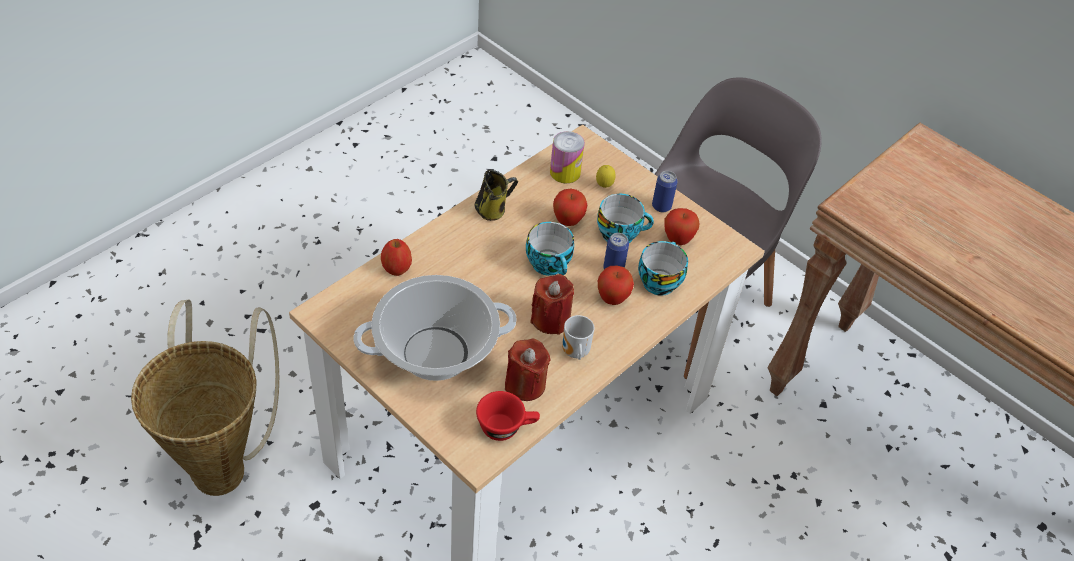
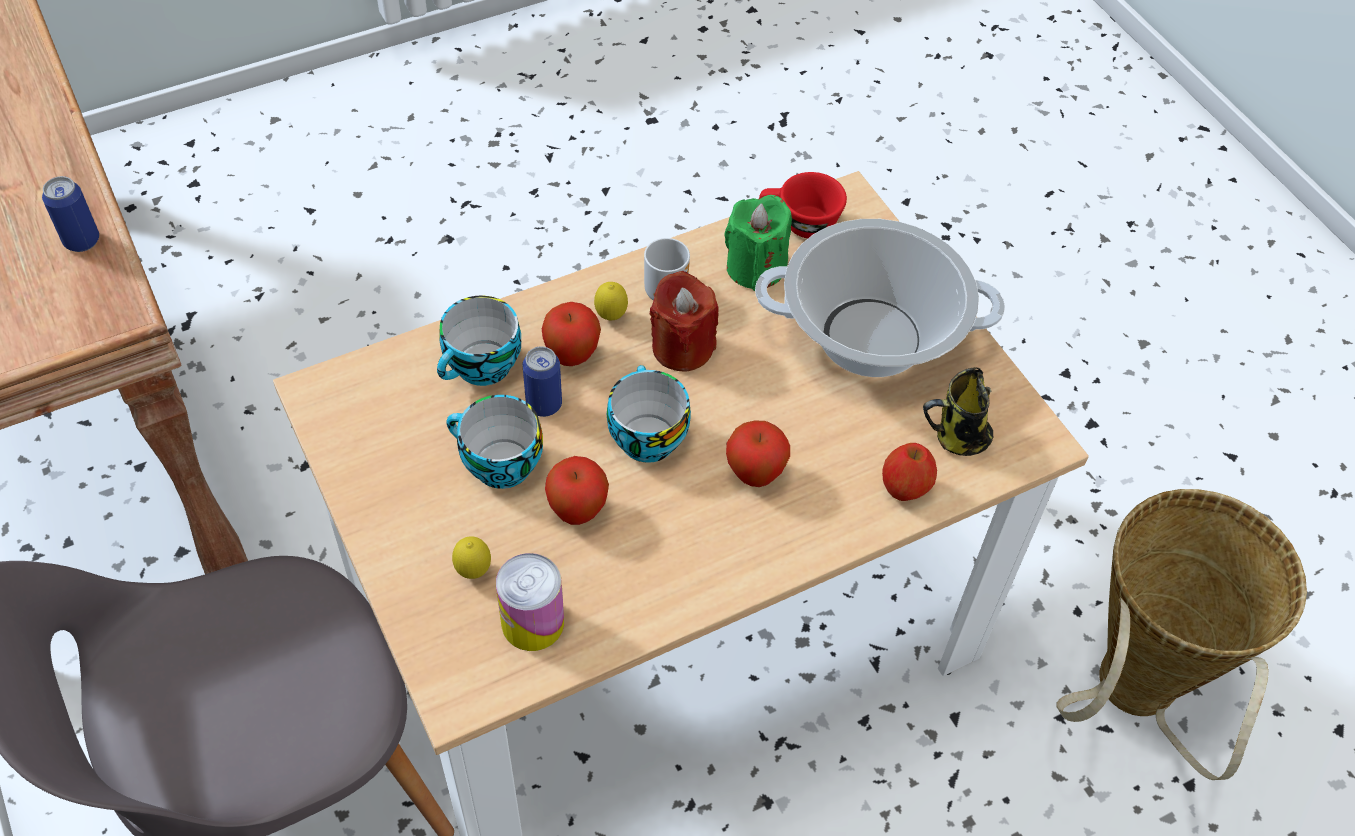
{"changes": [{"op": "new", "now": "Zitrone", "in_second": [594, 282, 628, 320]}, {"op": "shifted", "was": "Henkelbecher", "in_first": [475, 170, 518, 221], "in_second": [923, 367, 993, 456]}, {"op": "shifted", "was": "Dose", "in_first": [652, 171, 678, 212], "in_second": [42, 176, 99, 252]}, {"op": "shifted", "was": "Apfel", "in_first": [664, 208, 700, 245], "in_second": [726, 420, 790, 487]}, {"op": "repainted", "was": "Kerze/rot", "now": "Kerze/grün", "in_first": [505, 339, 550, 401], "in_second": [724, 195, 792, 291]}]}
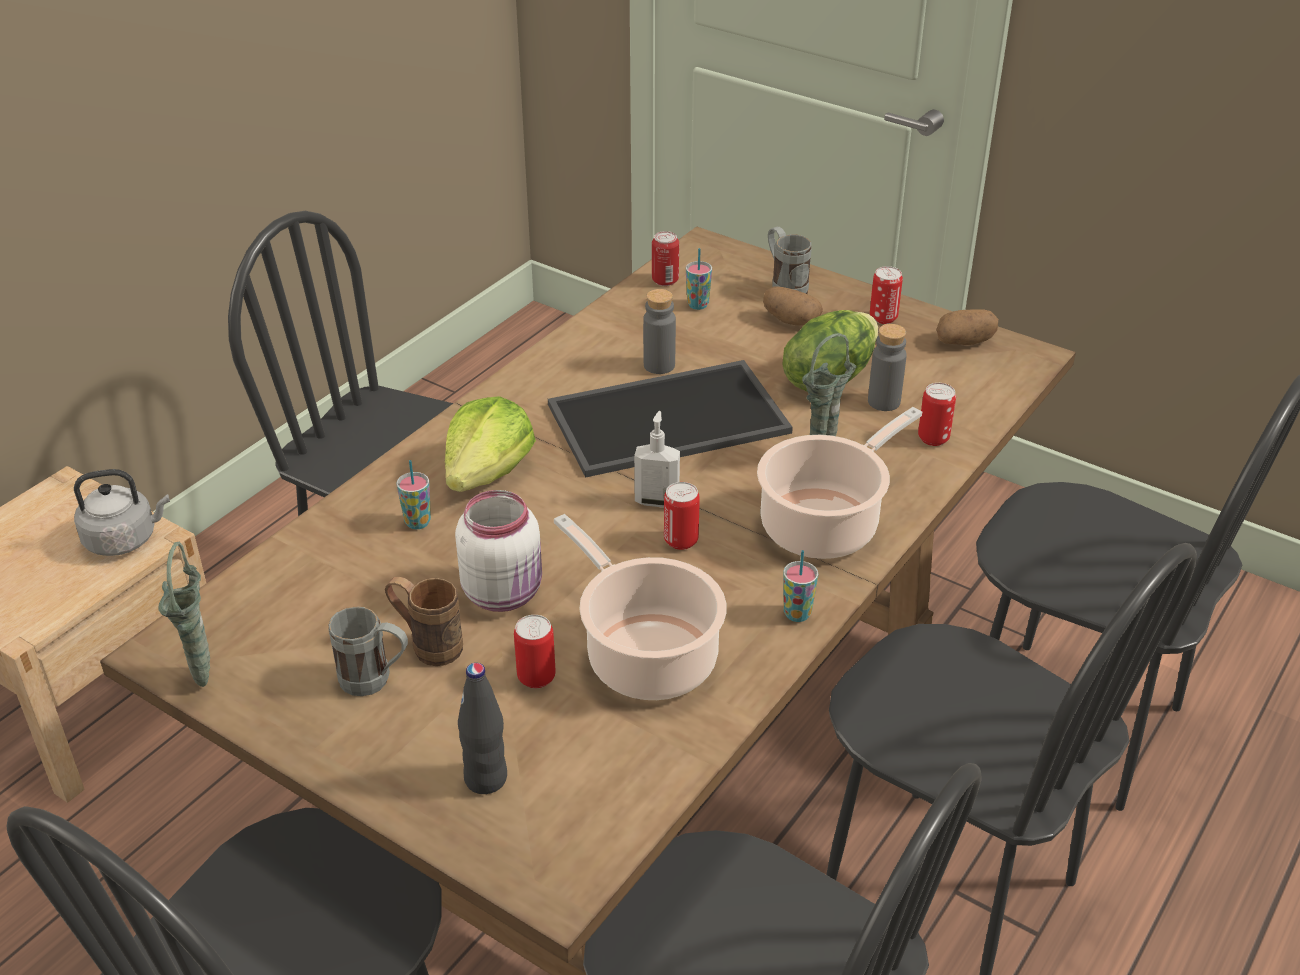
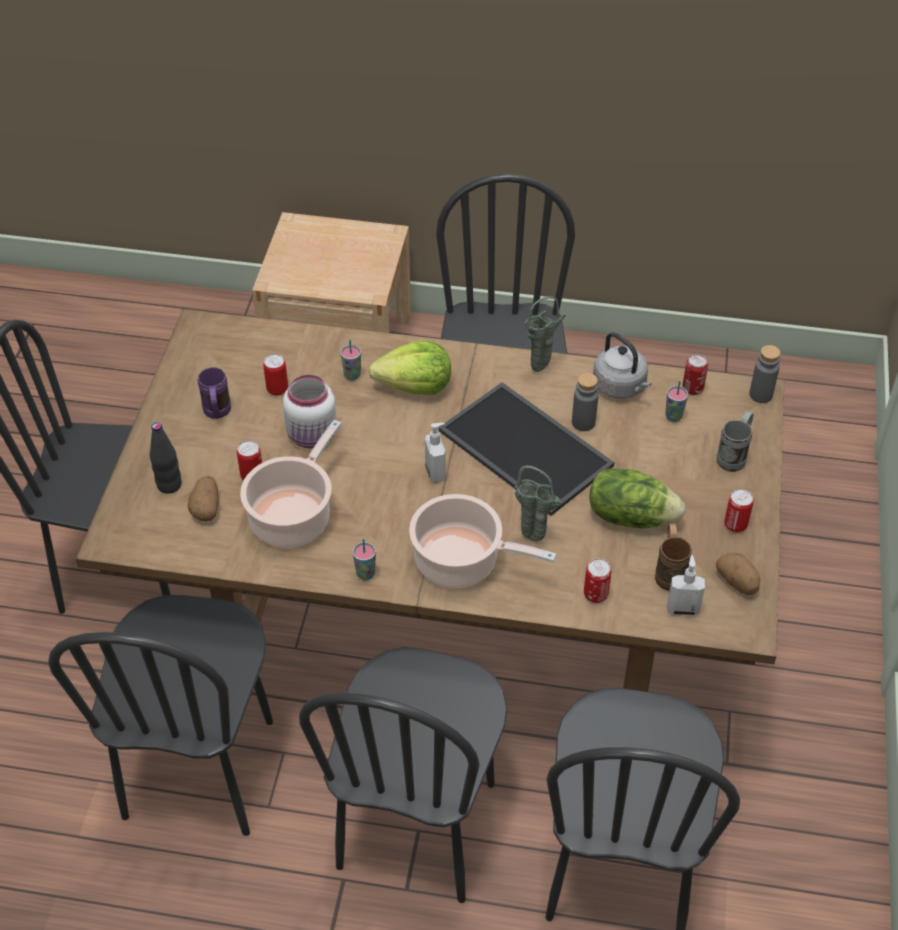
{"changes": [{"op": "new", "now": "Seifenspender", "in_second": [667, 555, 705, 616]}, {"op": "shifted", "was": "Wasserkessel/grau", "in_first": [74, 469, 170, 556], "in_second": [593, 332, 652, 399]}, {"op": "shifted", "was": "Vase/grün", "in_first": [158, 542, 210, 687], "in_second": [525, 296, 566, 372]}, {"op": "shifted", "was": "Henkelbecher/braun", "in_first": [385, 577, 463, 666], "in_second": [655, 524, 692, 591]}, {"op": "shifted", "was": "Dose", "in_first": [664, 482, 700, 550], "in_second": [263, 354, 288, 396]}, {"op": "shifted", "was": "Kartoffel", "in_first": [763, 286, 823, 326], "in_second": [188, 476, 219, 522]}, {"op": "shifted", "was": "Flasche/grau", "in_first": [868, 324, 907, 411], "in_second": [749, 345, 780, 403]}, {"op": "repainted", "was": "Henkelbecher/grau", "now": "Henkelbecher/lila", "in_first": [328, 607, 408, 696], "in_second": [198, 367, 231, 419]}]}
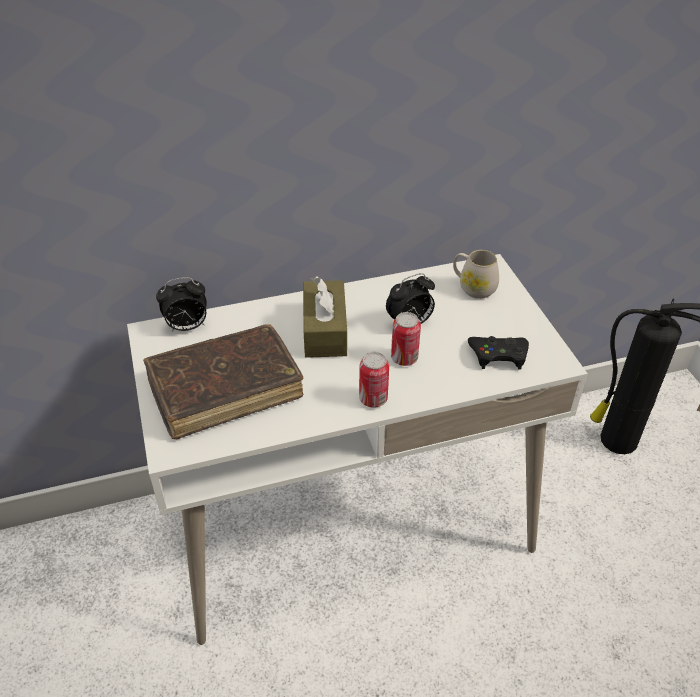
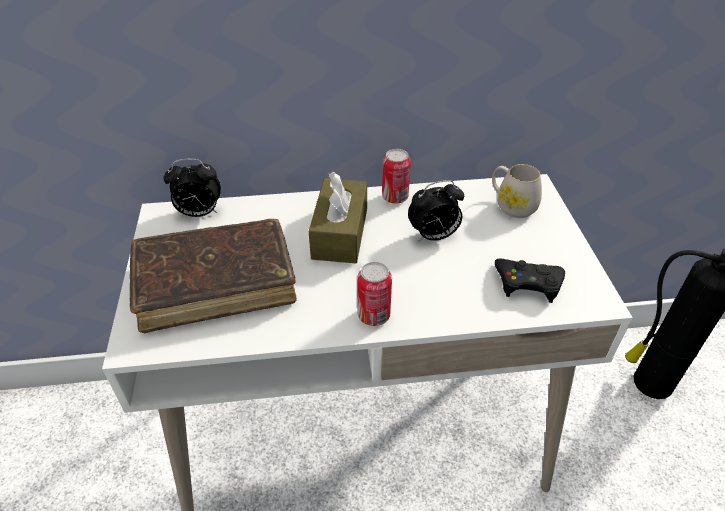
{"changes": [{"op": "shifted", "was": "Dose", "in_first": [391, 312, 421, 366], "in_second": [382, 149, 411, 204]}]}
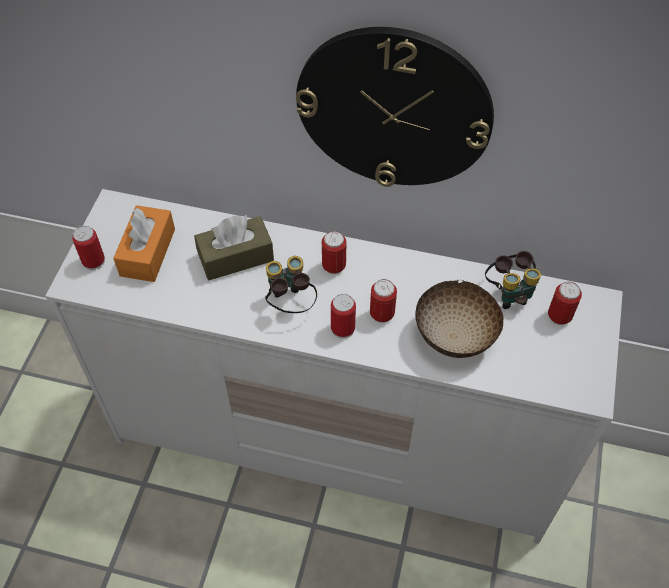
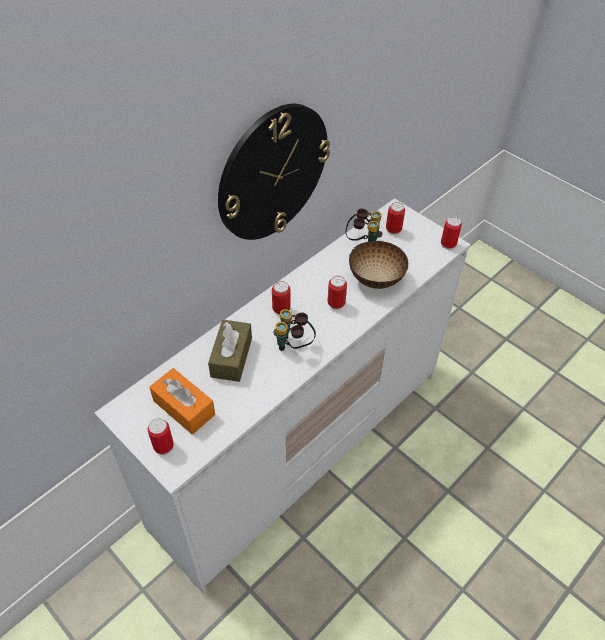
{"changes": [{"op": "shifted", "was": "Dose", "in_first": [331, 294, 356, 339], "in_second": [441, 216, 462, 250]}]}
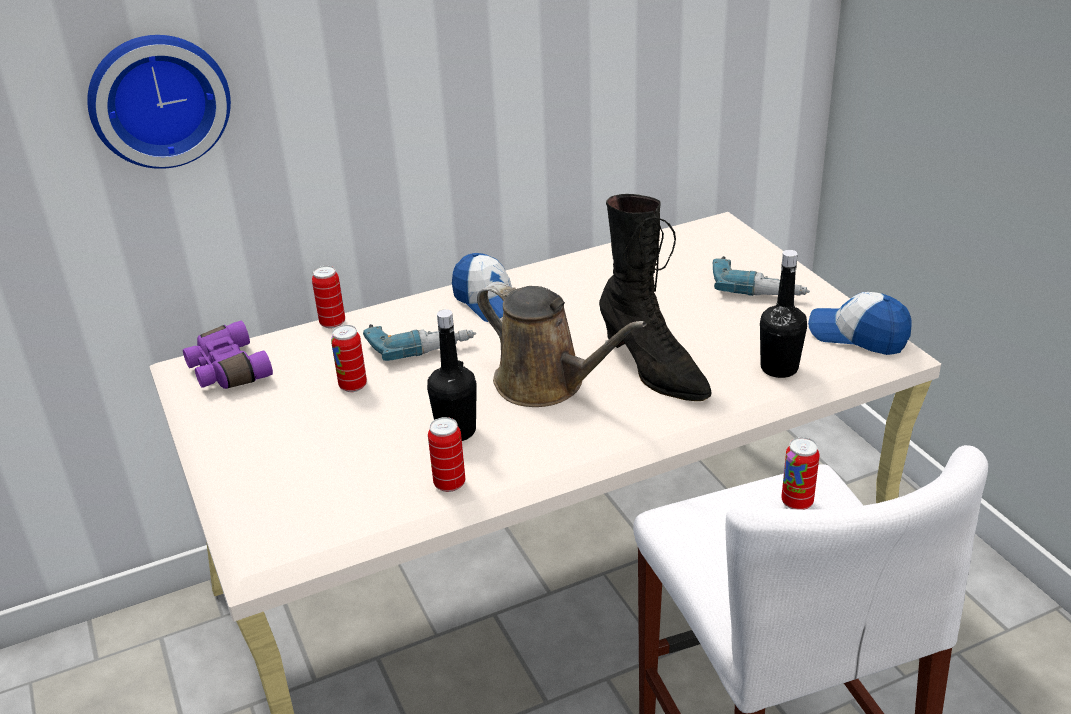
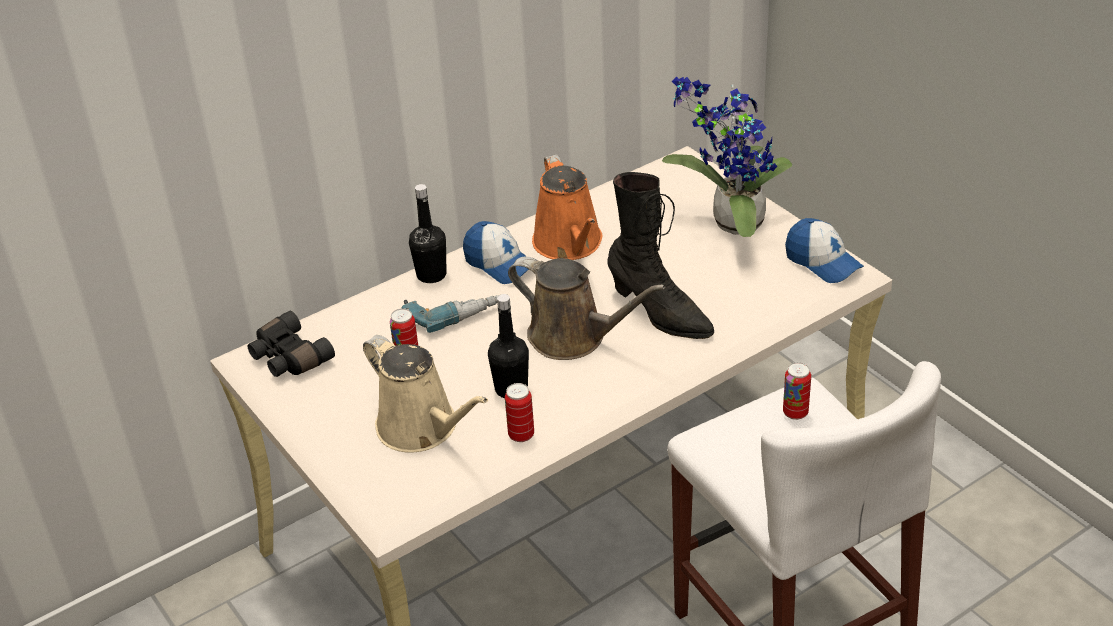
{"changes": [{"op": "gone", "was": "Wanduhr", "in_first": [87, 35, 231, 169]}, {"op": "gone", "was": "Dose", "in_first": [312, 266, 345, 328]}, {"op": "new", "now": "Gießkanne/beige", "in_second": [363, 335, 488, 453]}, {"op": "new", "now": "Gießkanne/orange", "in_second": [532, 154, 602, 260]}, {"op": "shifted", "was": "Flasche/schwarz", "in_first": [760, 250, 807, 378], "in_second": [409, 184, 446, 283]}, {"op": "swapped", "was": "Bohrmaschine", "now": "Topfpflanze", "in_first": [712, 256, 810, 296], "in_second": [662, 77, 792, 237]}, {"op": "repainted", "was": "Fernglas/lila", "now": "Fernglas/schwarz", "in_first": [183, 321, 273, 389], "in_second": [248, 311, 335, 377]}, {"op": "rotated", "was": "Kappe", "in_first": [808, 292, 912, 355], "in_second": [785, 218, 864, 283], "clockwise": -150}]}
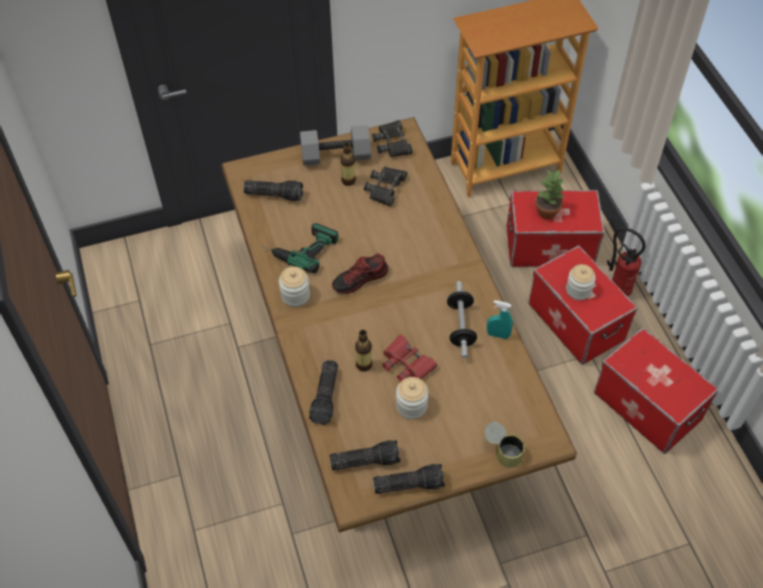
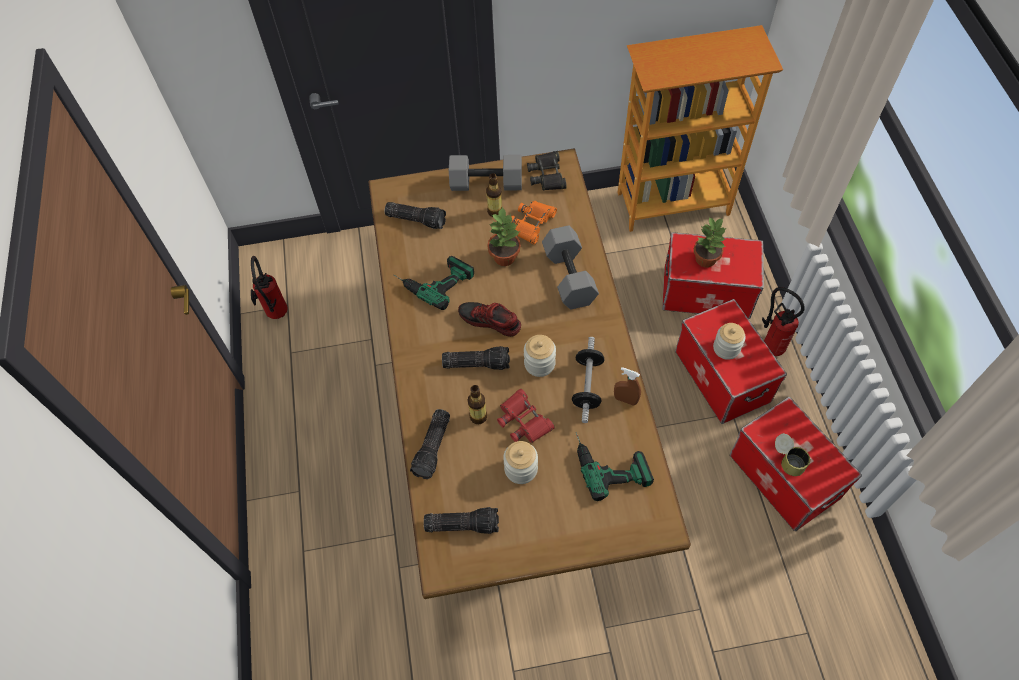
{"changes": [{"op": "new", "now": "Feuerlöscher", "in_second": [251, 256, 288, 319]}, {"op": "new", "now": "Topfpflanze", "in_second": [487, 206, 521, 266]}, {"op": "new", "now": "Hantel/grau", "in_second": [542, 225, 599, 309]}, {"op": "new", "now": "Bohrmaschine", "in_second": [576, 432, 654, 501]}, {"op": "shifted", "was": "Vorratsglas", "in_first": [279, 266, 310, 307], "in_second": [524, 335, 556, 377]}, {"op": "shifted", "was": "Taschenlampe", "in_first": [373, 464, 445, 494], "in_second": [442, 346, 510, 370]}, {"op": "shifted", "was": "Dose", "in_first": [485, 421, 525, 468], "in_second": [775, 433, 810, 476]}, {"op": "repainted", "was": "Fernglas/schwarz", "now": "Fernglas/orange", "in_first": [364, 167, 407, 206], "in_second": [511, 201, 557, 245]}, {"op": "repainted", "was": "Sprühflasche/türkis", "now": "Sprühflasche/braun", "in_first": [487, 300, 513, 339], "in_second": [614, 367, 641, 405]}, {"op": "rotated", "was": "Schuh", "in_first": [332, 253, 388, 294], "in_second": [458, 302, 521, 337], "clockwise": 45}]}
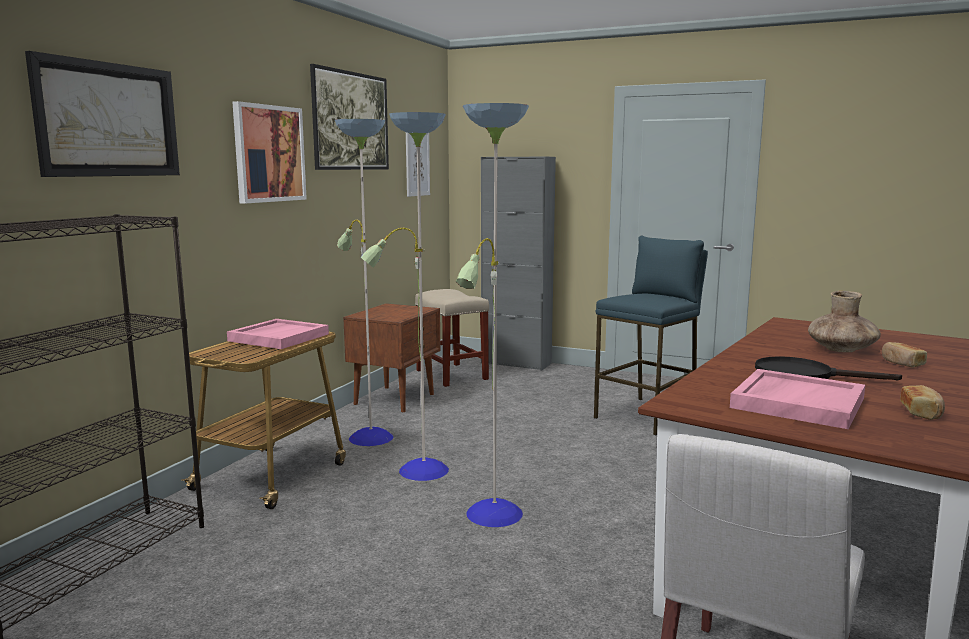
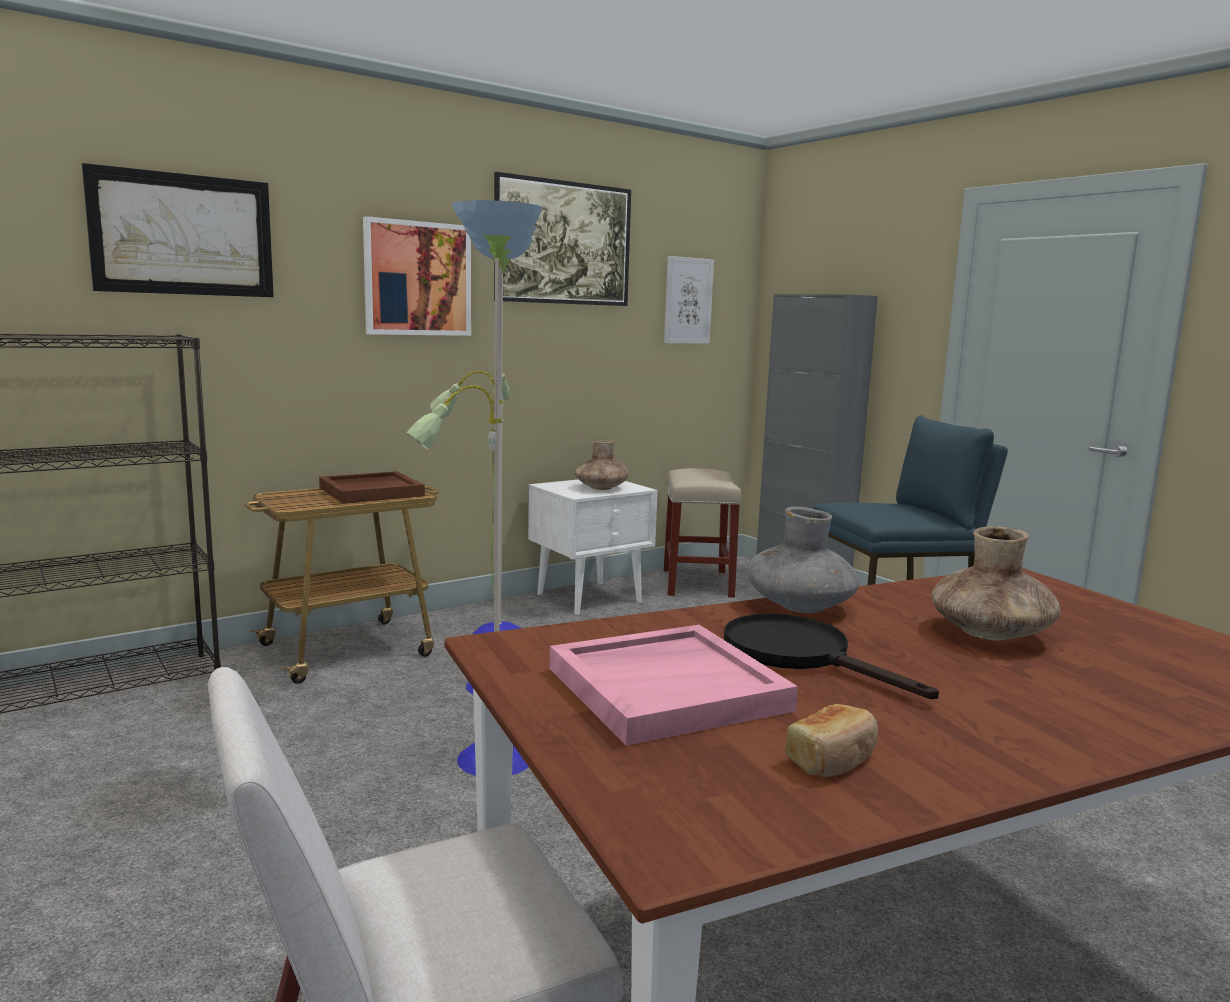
{"changes": [{"op": "gone", "was": "Brot", "in_first": [882, 342, 927, 367]}, {"op": "new", "now": "Vase/braun", "in_second": [575, 441, 629, 490]}, {"op": "new", "now": "Vase/grau", "in_second": [747, 507, 860, 613]}, {"op": "repainted", "was": "Tablett/rosa", "now": "Tablett/braun", "in_first": [227, 319, 329, 349], "in_second": [319, 471, 425, 503]}, {"op": "repainted", "was": "Nachttisch/braun", "now": "Nachttisch/weiß", "in_first": [343, 303, 440, 412], "in_second": [528, 479, 658, 615]}]}
